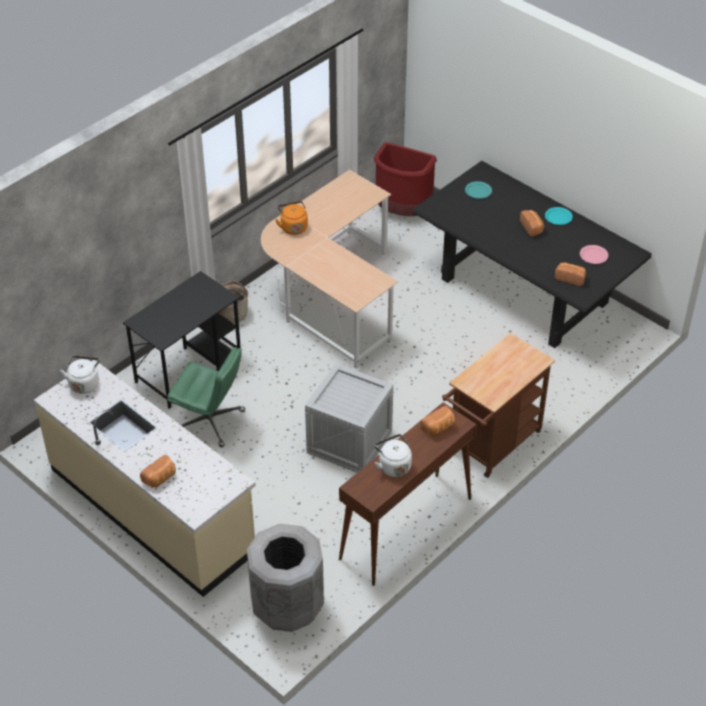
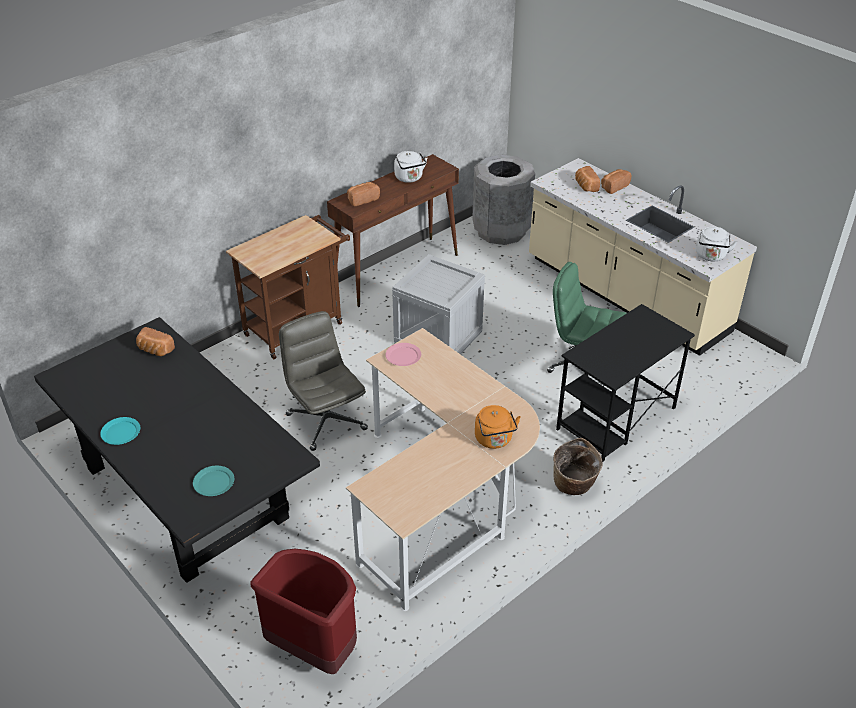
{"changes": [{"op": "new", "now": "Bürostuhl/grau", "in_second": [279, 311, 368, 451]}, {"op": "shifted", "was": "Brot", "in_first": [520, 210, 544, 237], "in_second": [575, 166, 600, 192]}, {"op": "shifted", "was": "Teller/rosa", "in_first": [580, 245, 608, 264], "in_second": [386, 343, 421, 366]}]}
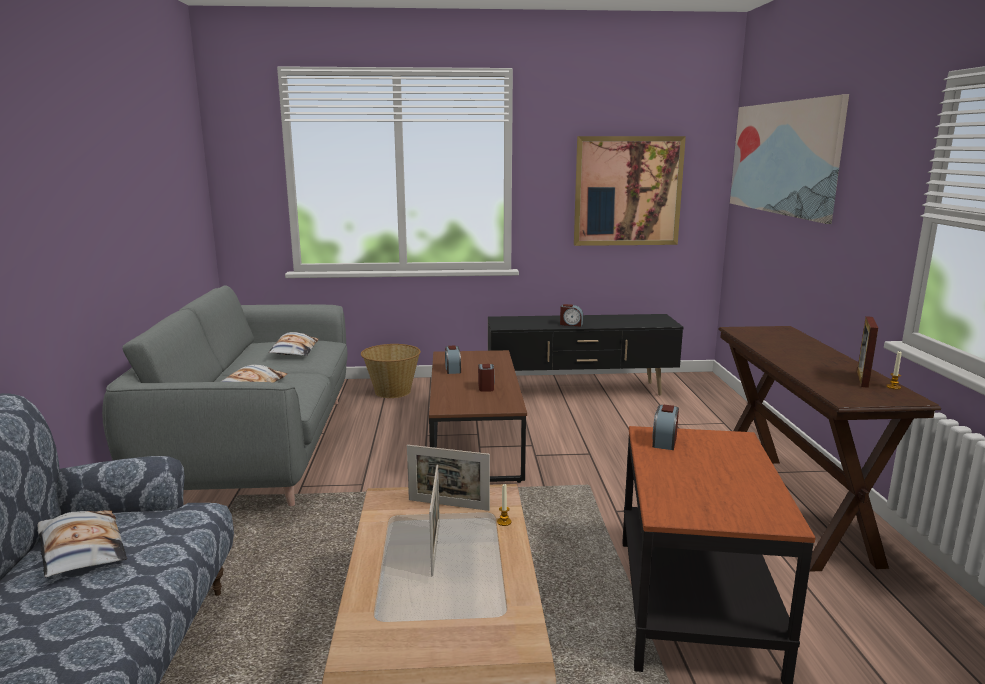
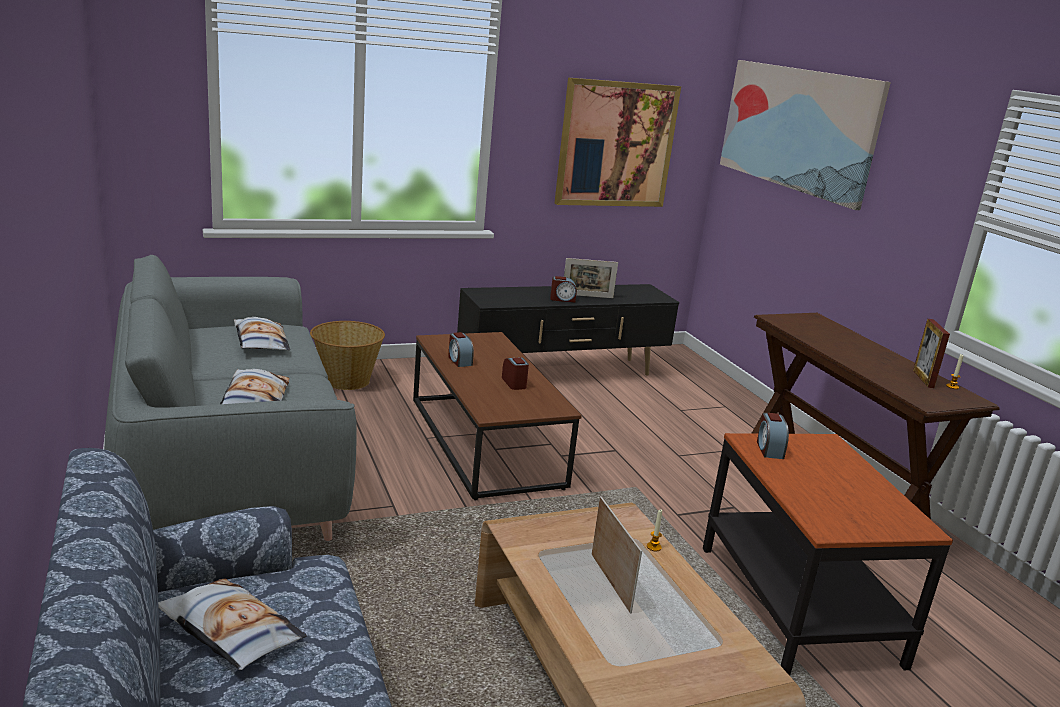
{"changes": [{"op": "shifted", "was": "Bilderrahmen", "in_first": [407, 445, 490, 511], "in_second": [564, 258, 618, 298]}]}
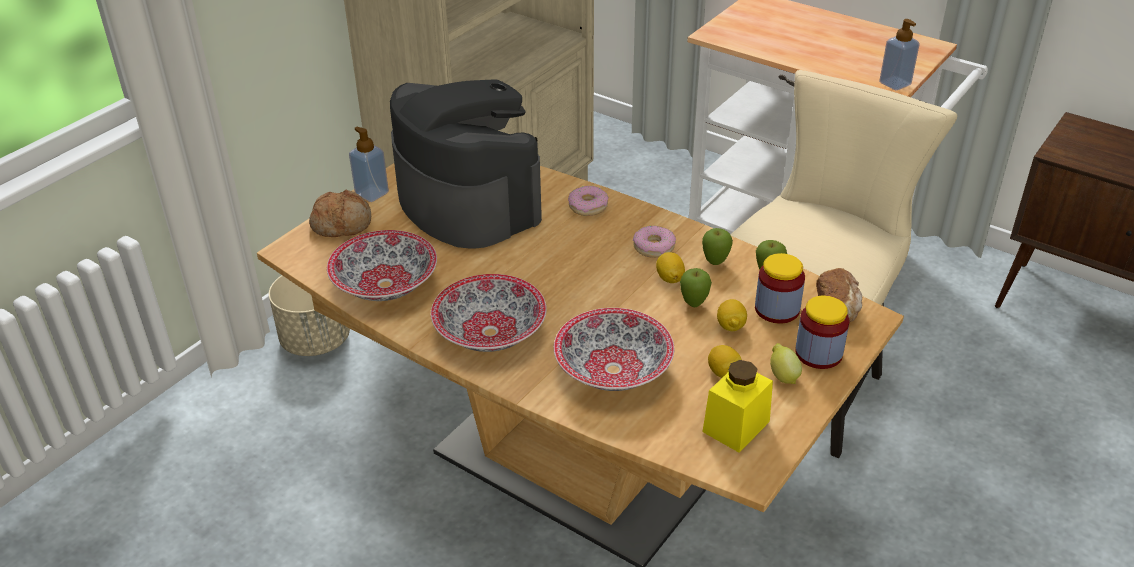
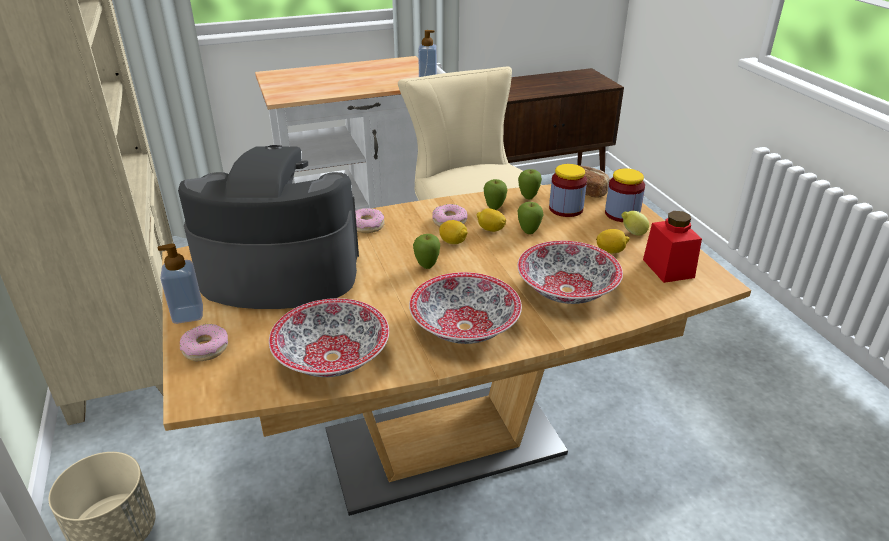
{"changes": [{"op": "new", "now": "Apfel", "in_second": [413, 234, 440, 269]}, {"op": "shifted", "was": "Zitrone", "in_first": [717, 299, 747, 331], "in_second": [439, 220, 468, 244]}, {"op": "swapped", "was": "Brot", "now": "Donut", "in_first": [309, 190, 371, 237], "in_second": [179, 324, 228, 361]}, {"op": "repainted", "was": "Vorratsglas/gelb", "now": "Vorratsglas/rot", "in_first": [702, 360, 773, 453], "in_second": [643, 211, 702, 283]}]}
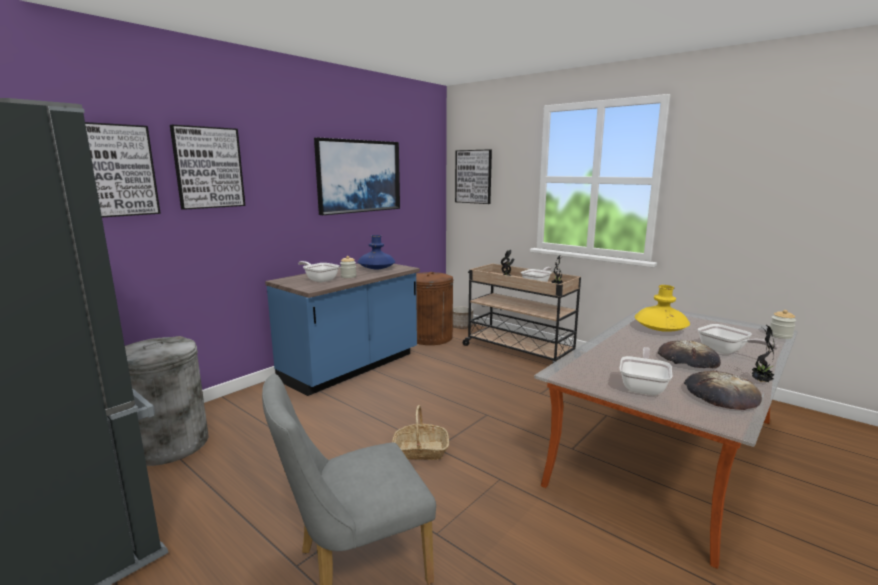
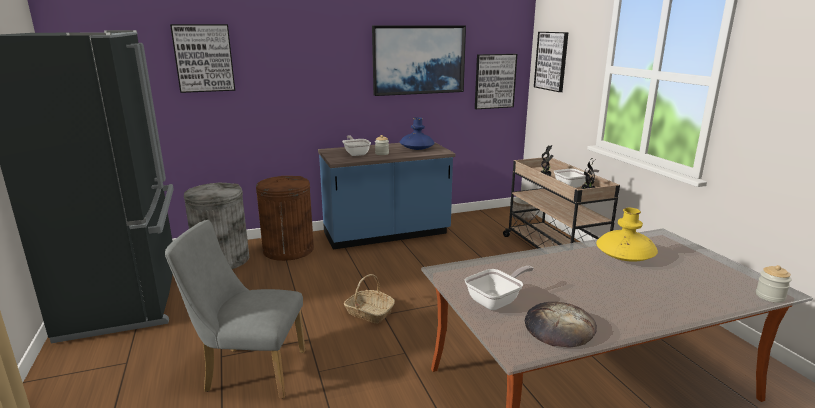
{"changes": [{"op": "gone", "was": "Brot", "in_first": [658, 340, 721, 369]}, {"op": "gone", "was": "Pfanne", "in_first": [698, 324, 779, 354]}, {"op": "gone", "was": "Topfpflanze", "in_first": [751, 324, 775, 382]}, {"op": "shifted", "was": "Bild", "in_first": [170, 125, 246, 210], "in_second": [475, 54, 517, 109]}, {"op": "shifted", "was": "Mülleimer/braun", "in_first": [416, 272, 453, 345], "in_second": [256, 176, 314, 261]}]}
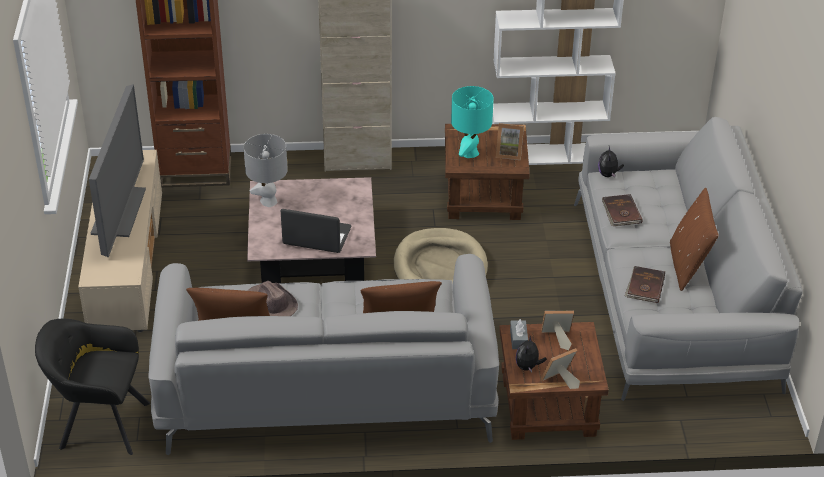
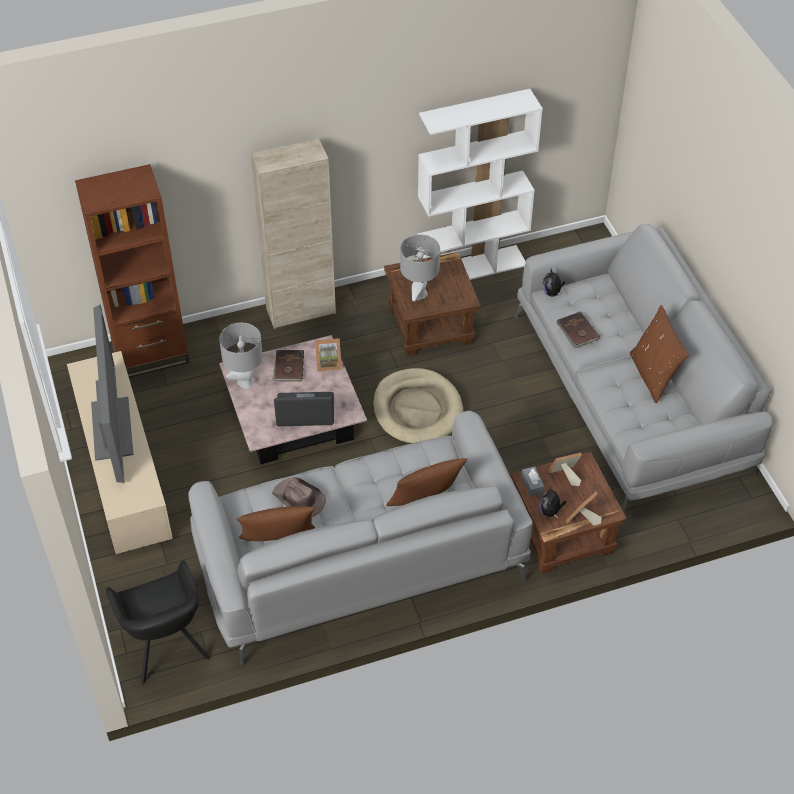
{"changes": [{"op": "shifted", "was": "Bilderrahmen", "in_first": [496, 123, 524, 160], "in_second": [315, 338, 342, 371]}, {"op": "shifted", "was": "Buch/braun", "in_first": [625, 266, 665, 303], "in_second": [272, 350, 304, 381]}, {"op": "repainted", "was": "Tischlampe/türkis", "now": "Tischlampe/grau", "in_first": [451, 86, 494, 158], "in_second": [400, 234, 440, 302]}, {"op": "rotated", "was": "Sessel/schwarz", "in_first": [35, 319, 150, 455], "in_second": [106, 561, 210, 684], "clockwise": -105}]}
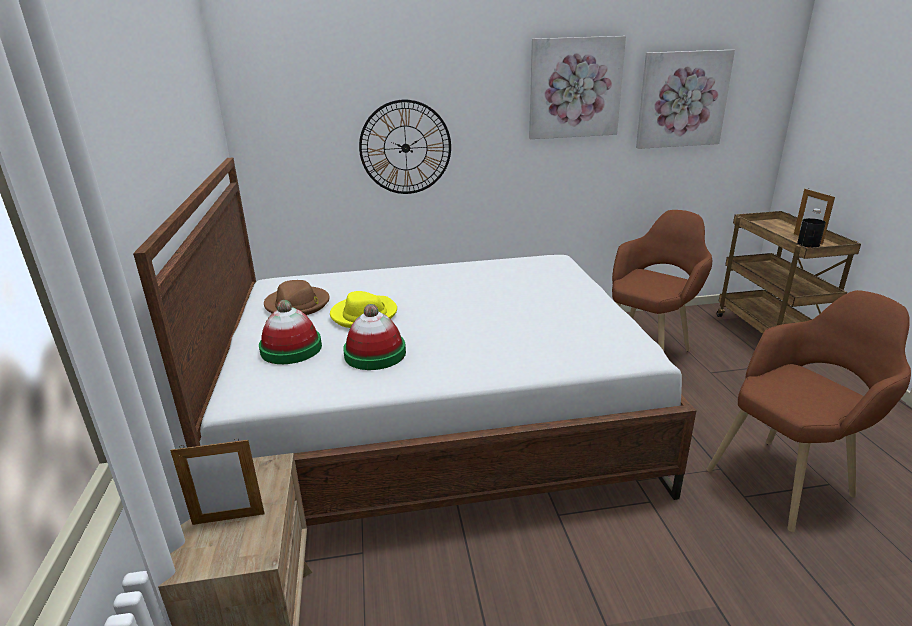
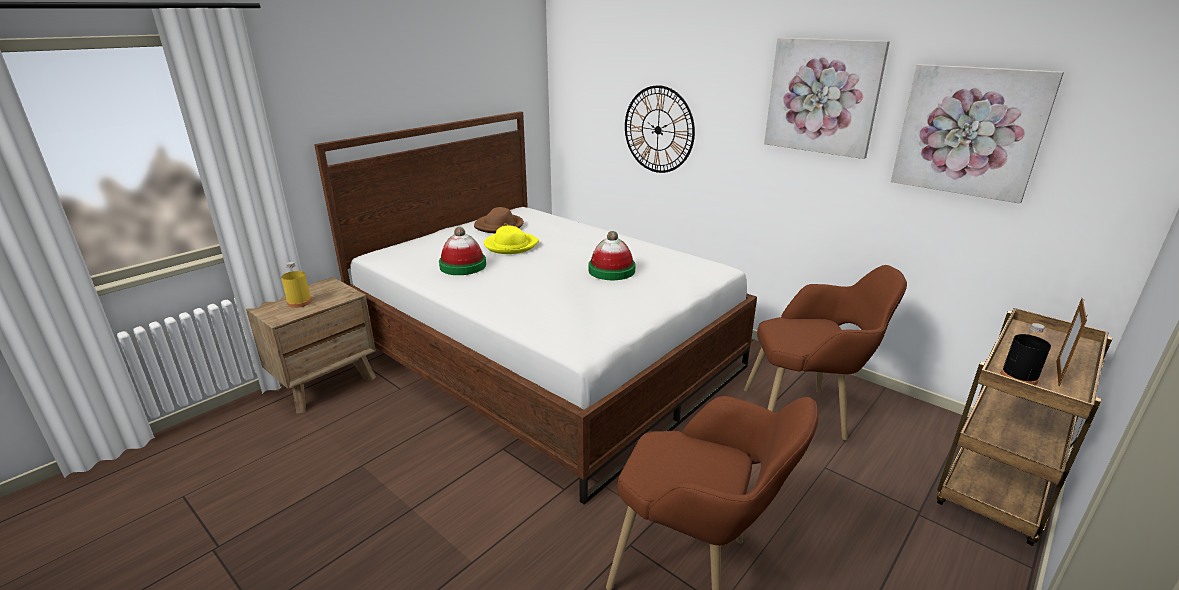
{"changes": [{"op": "shifted", "was": "Hut", "in_first": [259, 300, 322, 364], "in_second": [589, 231, 636, 280]}, {"op": "swapped", "was": "Bilderrahmen", "now": "Flasche/gelb", "in_first": [170, 438, 265, 525], "in_second": [281, 262, 312, 308]}]}
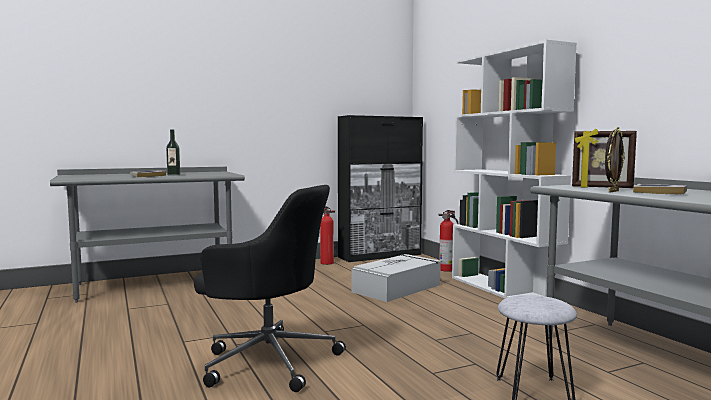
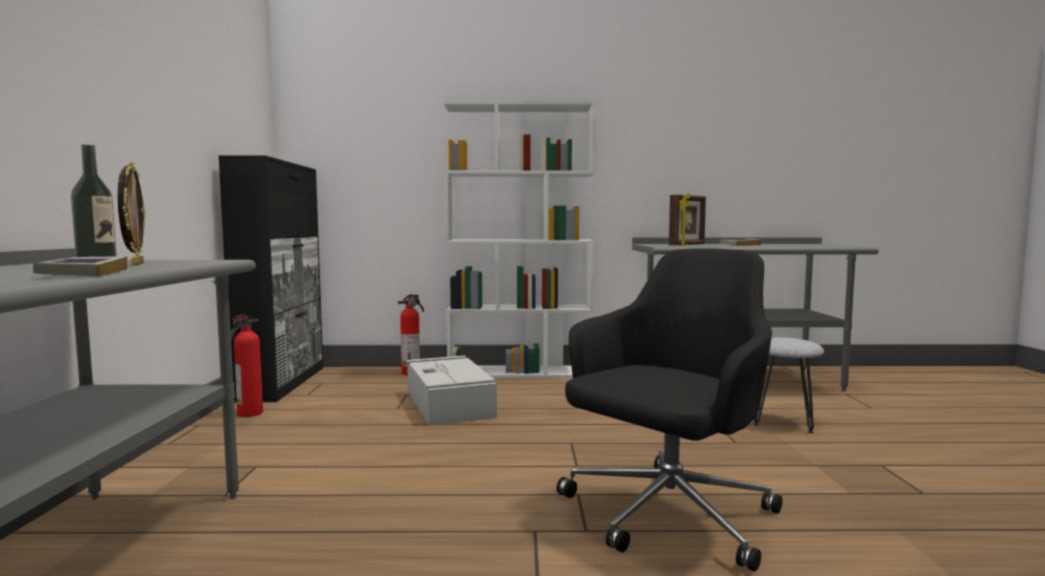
{"changes": [{"op": "shifted", "was": "Bilderrahmen", "in_first": [605, 127, 625, 192], "in_second": [118, 162, 145, 266]}]}
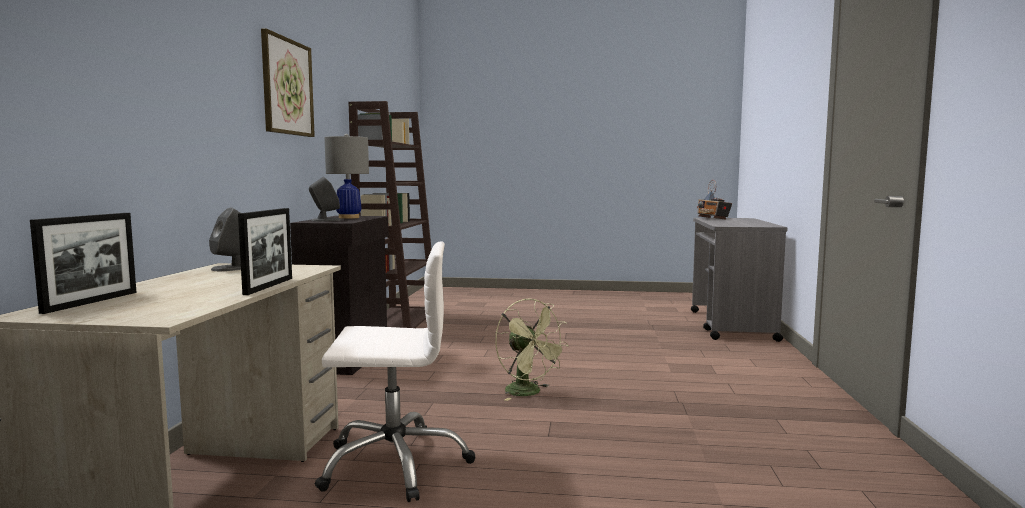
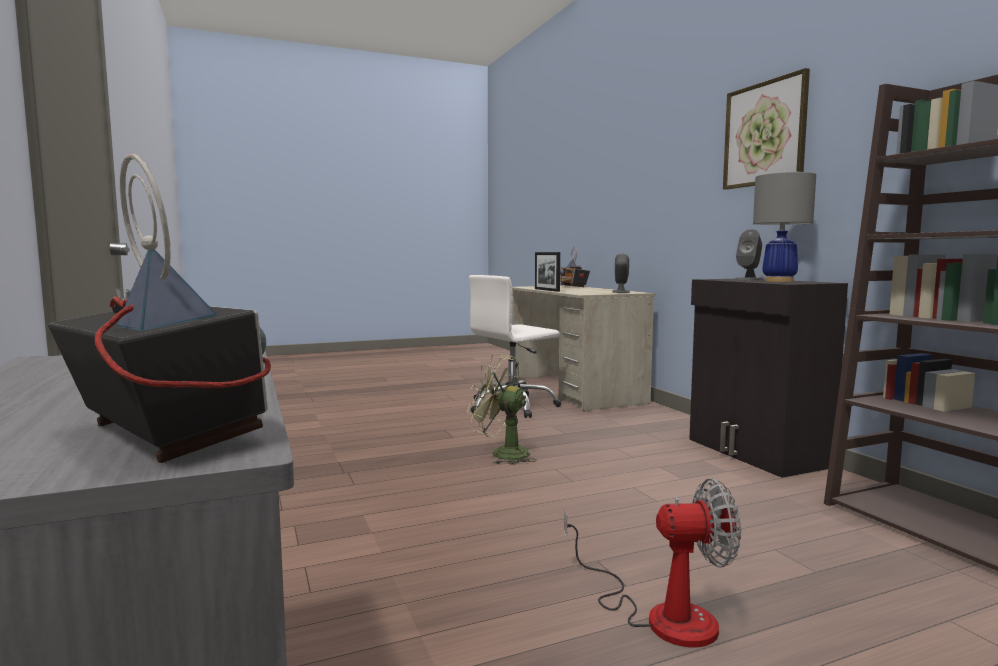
{"changes": [{"op": "new", "now": "Ventilator", "in_second": [564, 478, 741, 648]}, {"op": "swapped", "was": "Bilderrahmen", "now": "Radio", "in_first": [30, 213, 137, 314], "in_second": [560, 247, 590, 287]}]}
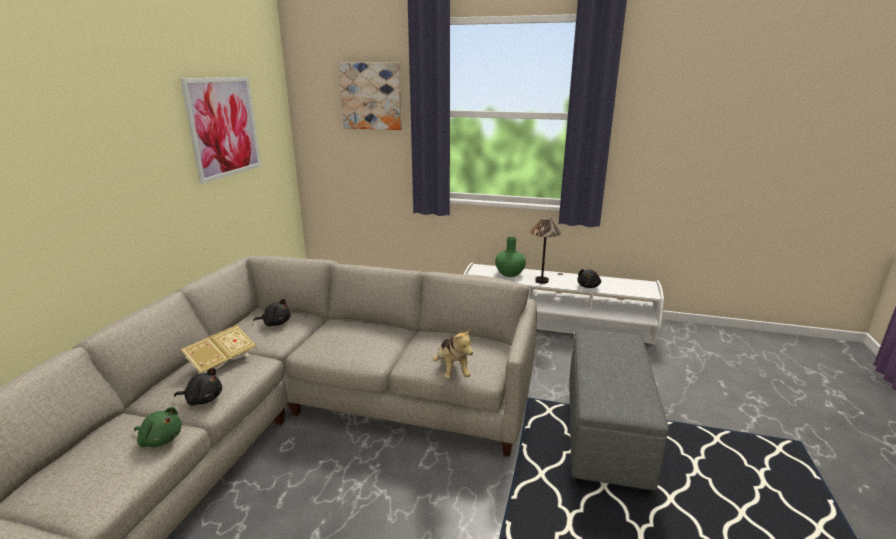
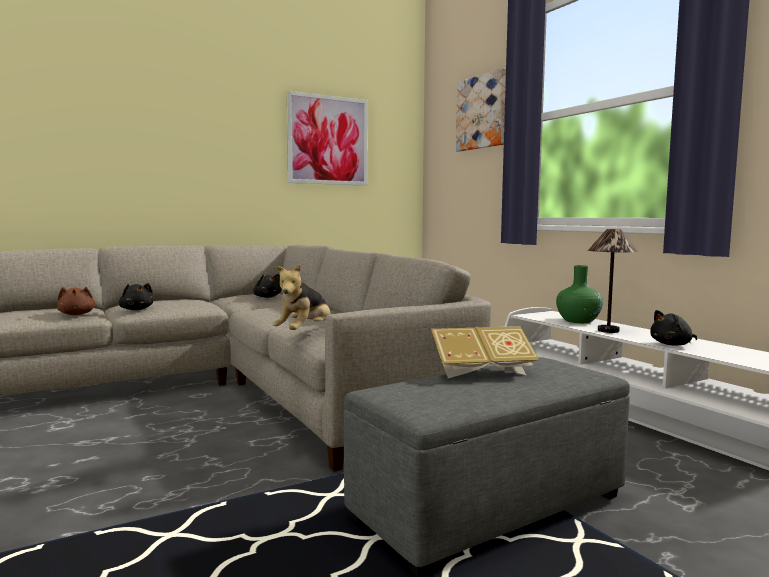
{"changes": [{"op": "shifted", "was": "Buch", "in_first": [180, 325, 257, 374], "in_second": [431, 326, 539, 378]}, {"op": "repainted", "was": "Plüschtier/grün", "now": "Plüschtier/braun", "in_first": [134, 407, 182, 447], "in_second": [57, 287, 95, 315]}]}
